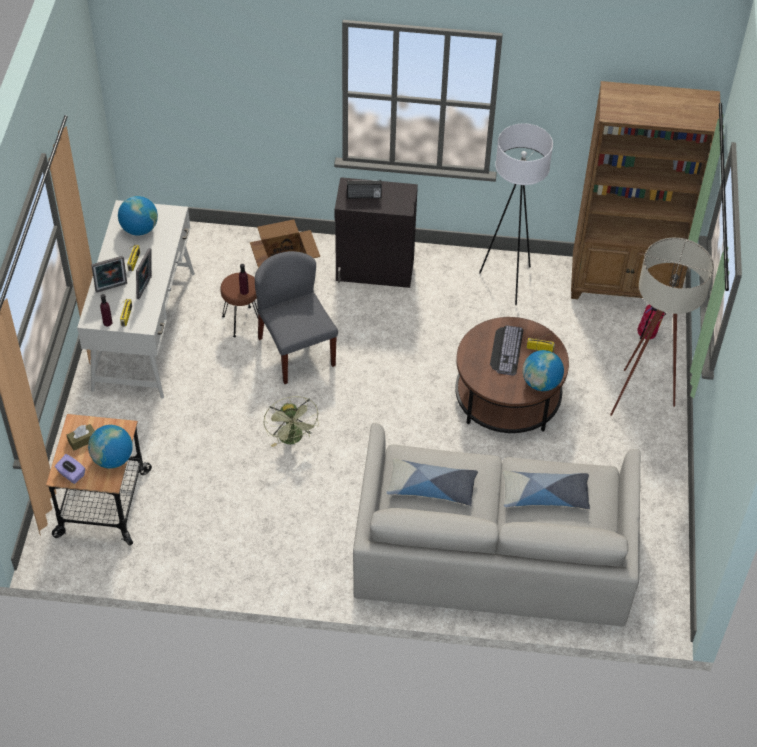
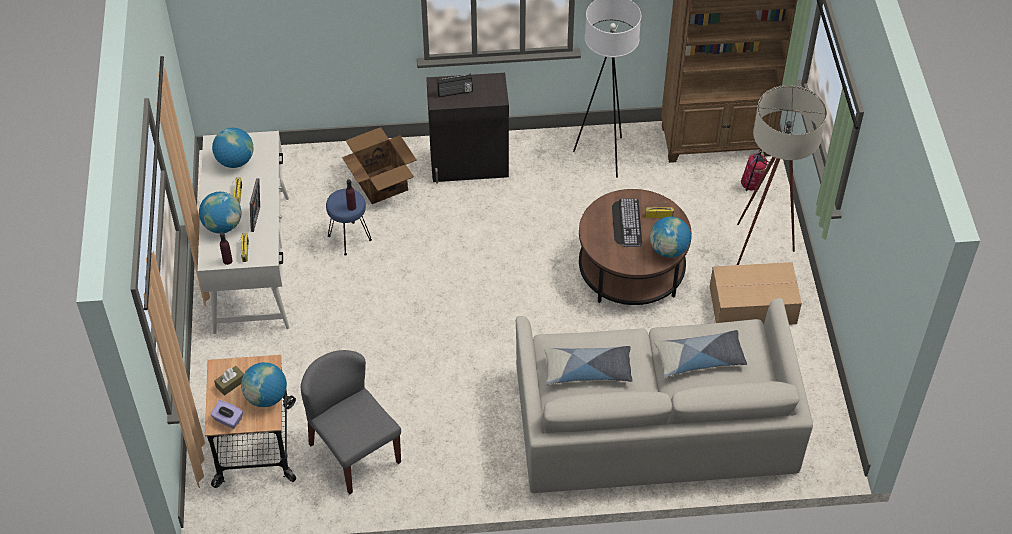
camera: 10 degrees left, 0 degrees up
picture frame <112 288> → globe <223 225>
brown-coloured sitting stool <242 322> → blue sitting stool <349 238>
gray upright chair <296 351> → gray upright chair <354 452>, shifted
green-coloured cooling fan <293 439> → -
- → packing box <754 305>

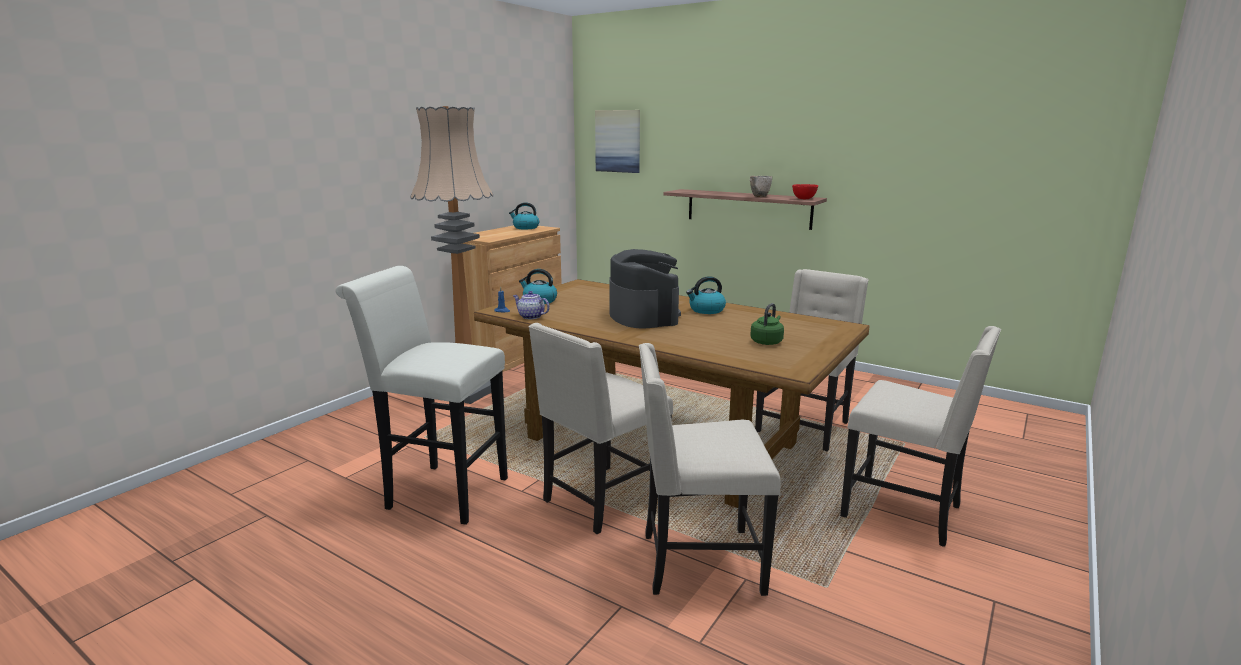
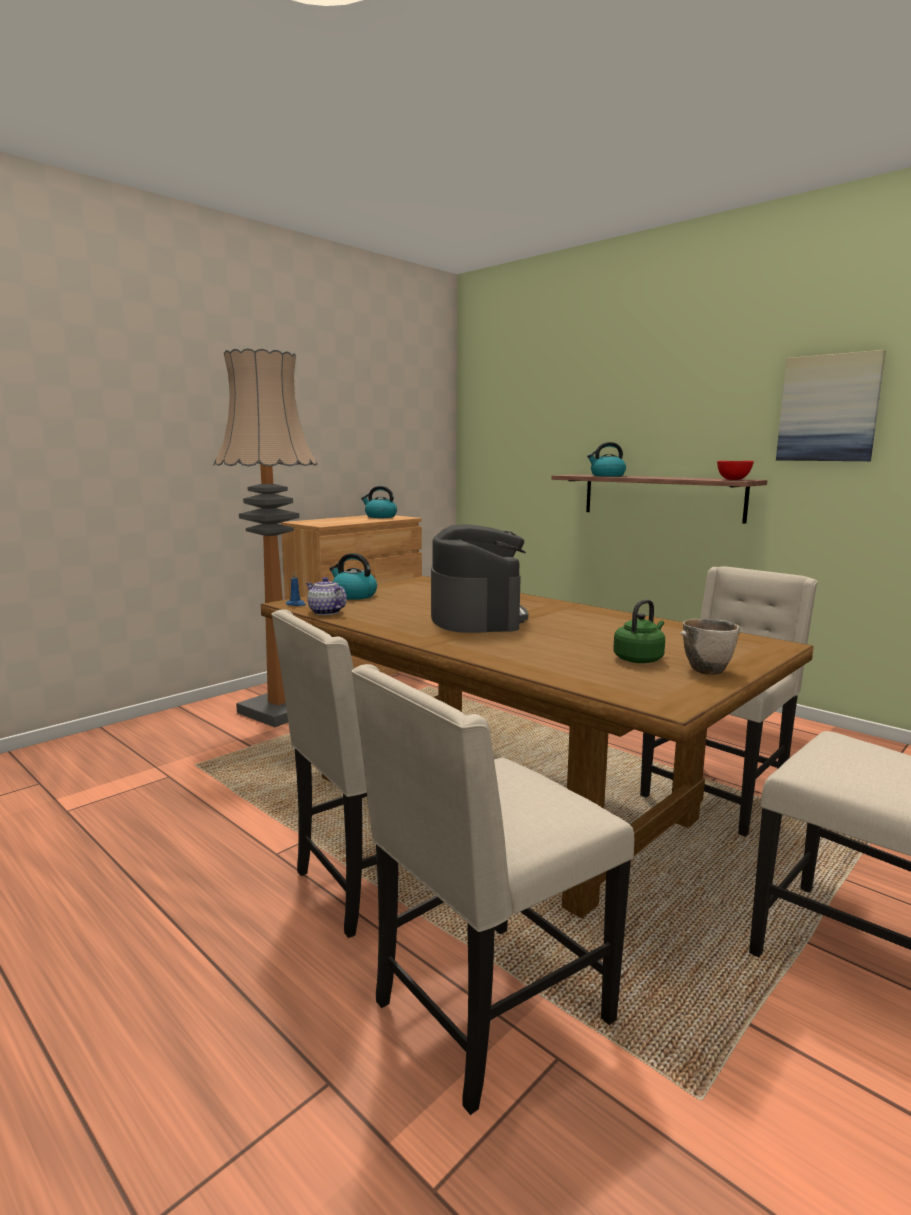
camera: 10 degrees right, 5 degrees down
white sitting stool <440 492> → -
wall picture <618 141> → wall picture <828 408>, shifted
sand-coloured upright chair <698 562> → sand-coloured upright chair <487 1012>, 45 degrees counterclockwise
kettle <706 310> → kettle <607 476>, shifted
bowl <760 196> → bowl <709 671>, shifted

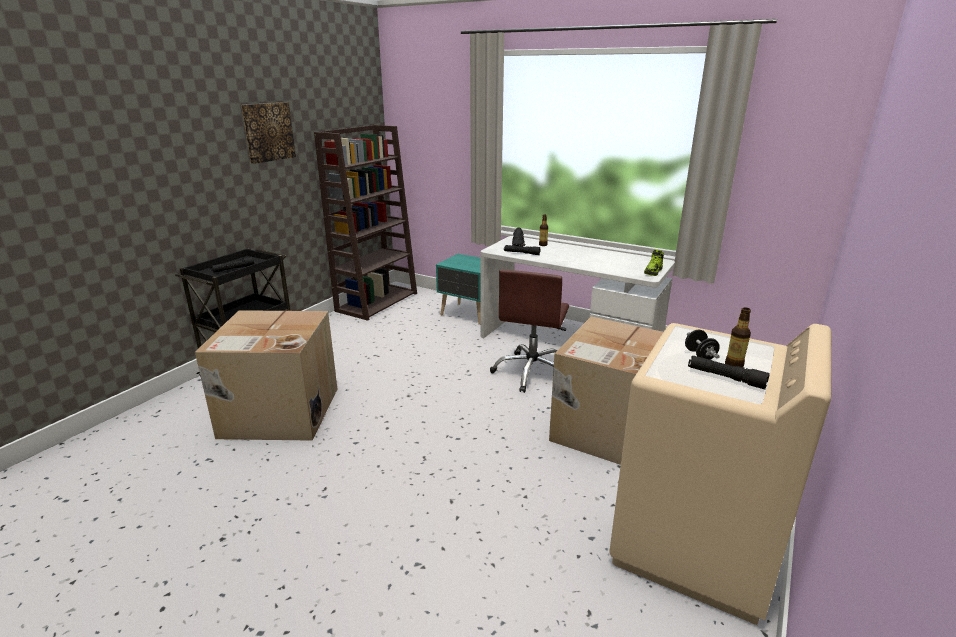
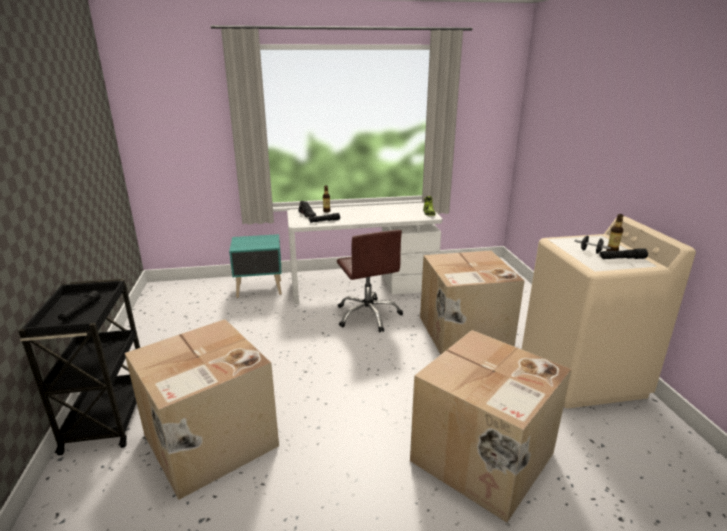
camera: 40 degrees left, 0 degrees up
wall picture <268 132> → -
brown-coloured bookshelf <377 302> → -
- → packing box <483 459>

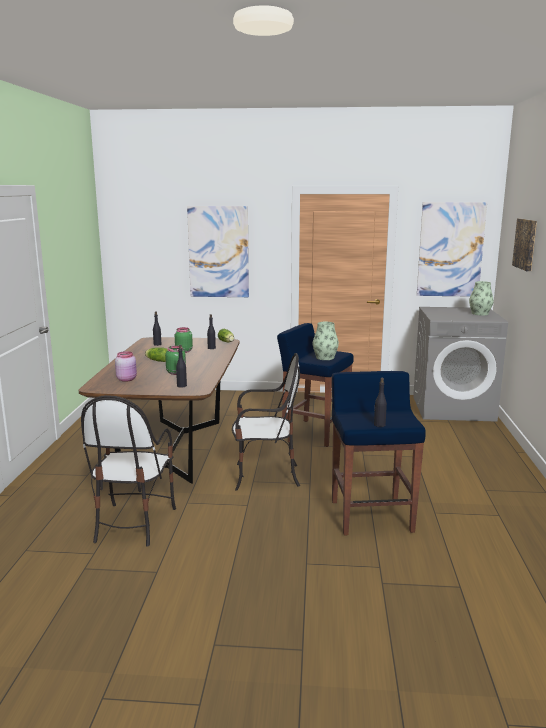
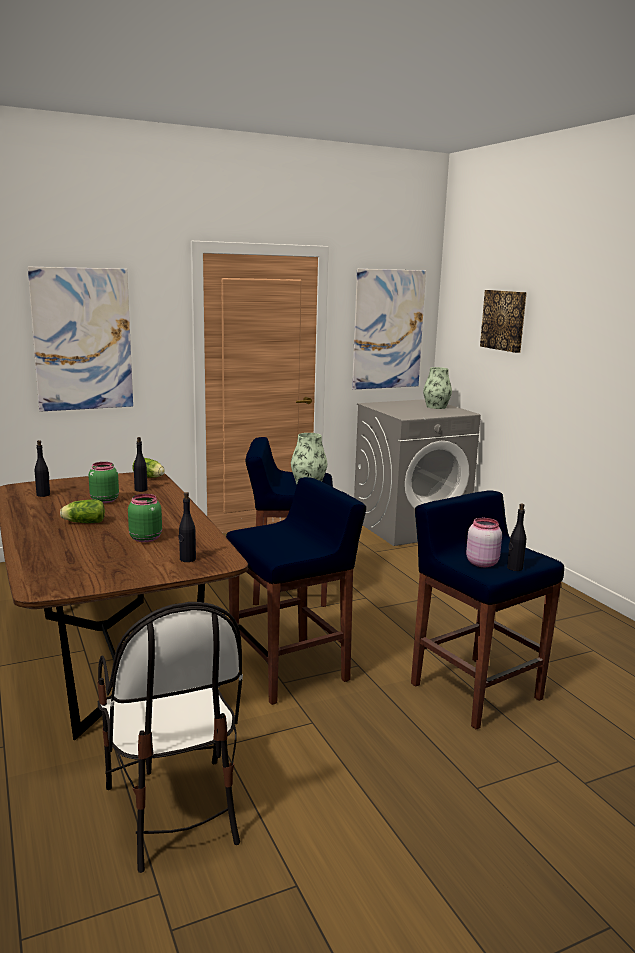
camera: 30 degrees left, 0 degrees up
pink jar <127 379> → pink jar <482 563>, shifted
upright chair <265 476> → blue sitting stool <291 670>

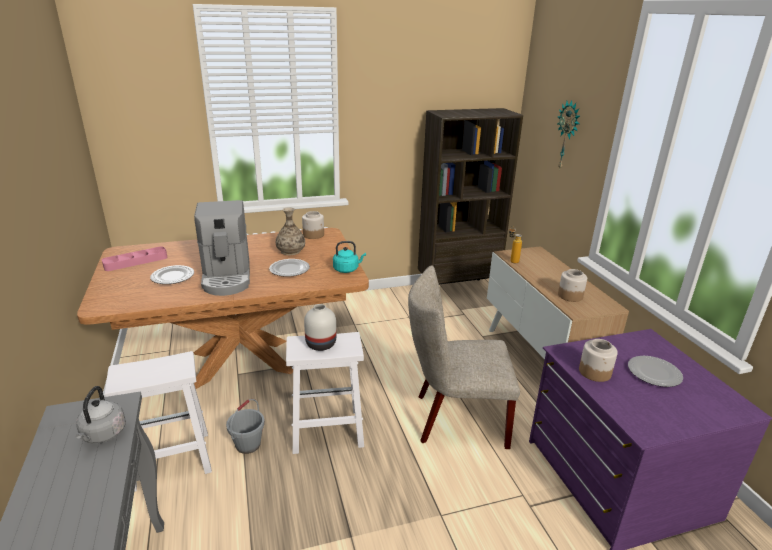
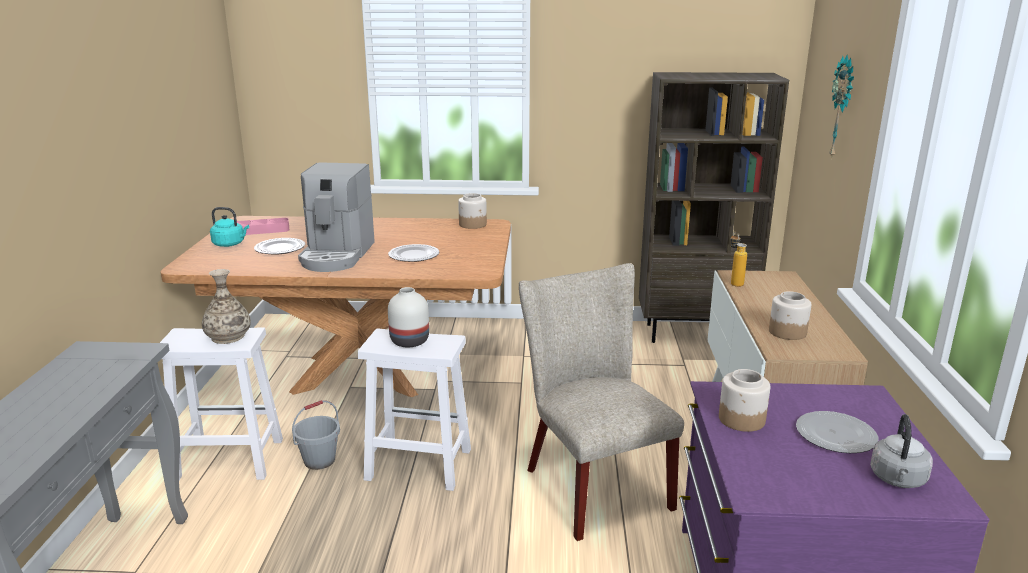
camera: 20 degrees right, 5 degrees down
gray kettle <103 435> → gray kettle <897 480>, shifted
flower vase <291 251> → flower vase <228 337>, shifted
blue-green kettle <347 269> → blue-green kettle <230 244>, shifted
sand-coloured upright chair <454 419> → sand-coloured upright chair <591 484>, 45 degrees clockwise

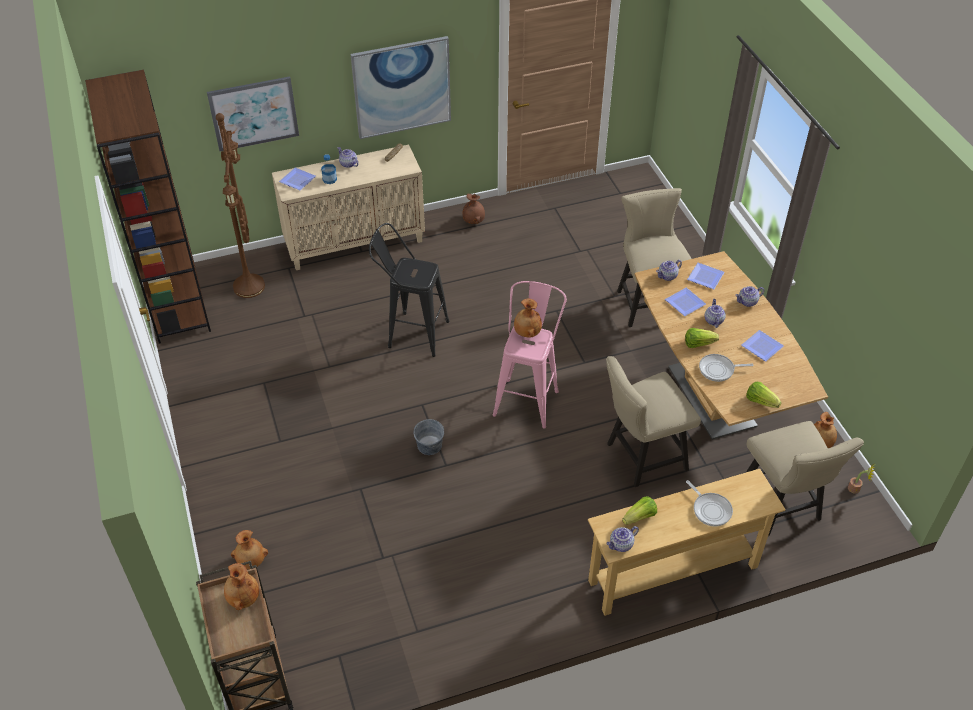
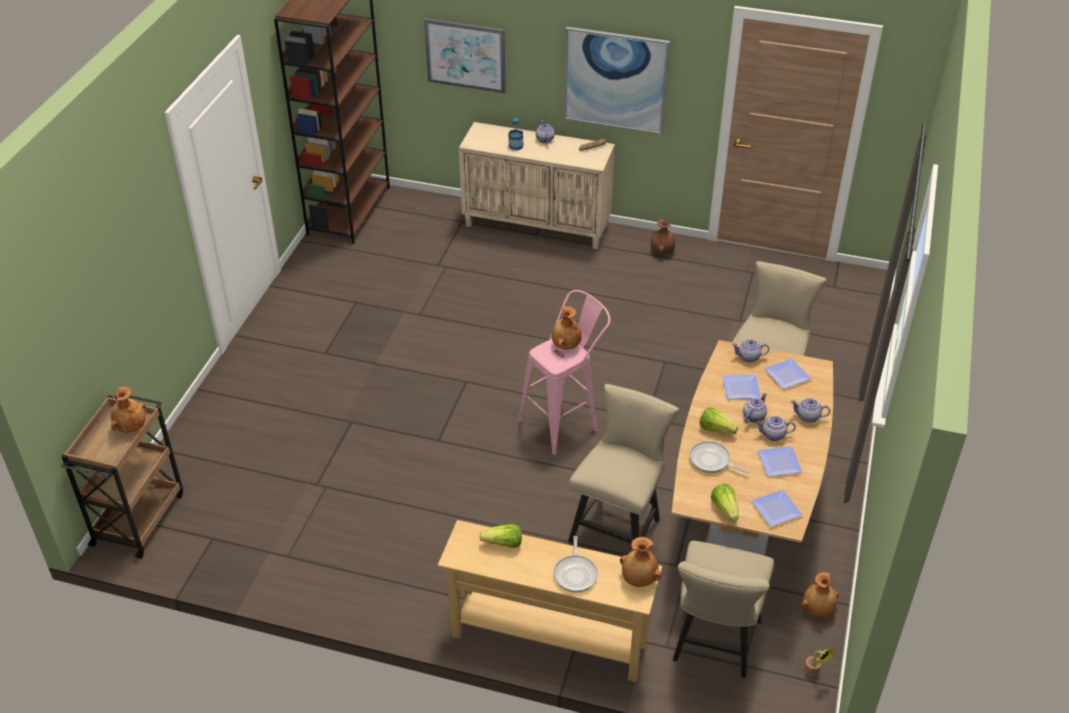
camera: 35 degrees right, 5 degrees down
brown-coloured standing lamp <251 287> → -
brown-coloured flower vase <251 561> → brown-coloured flower vase <639 579>, shifted
flat dish <298 181> → flat dish <775 511>, shifted
black sitting stool <411 332> → -
gray pail <429 445> → -
sand-coloured upright chair <641 458> → sand-coloured upright chair <619 526>, 105 degrees clockwise
teapot <621 545> → teapot <773 435>, shifted

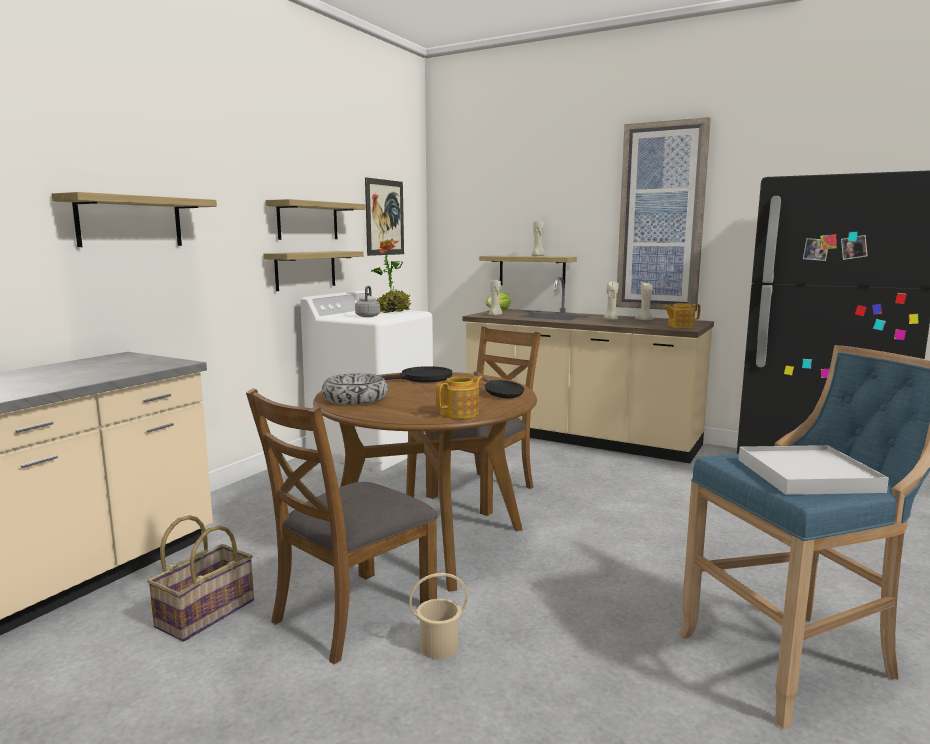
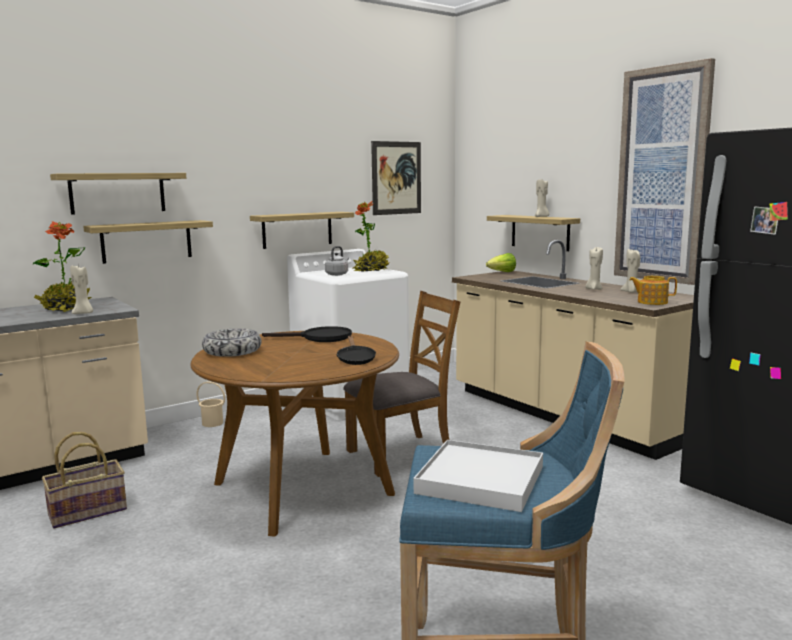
camera: 25 degrees right, 0 degrees up
brown-coloured upright chair <352 614> → -
bracket shelf <308 221> → bracket shelf <147 241>, shifted
sand-coloured pail <439 647> → sand-coloured pail <212 423>, shifted
teapot <460 413> → -
sand-coloured wax candle <495 315> → sand-coloured wax candle <83 313>, shifted
- → potted plant <65 309>

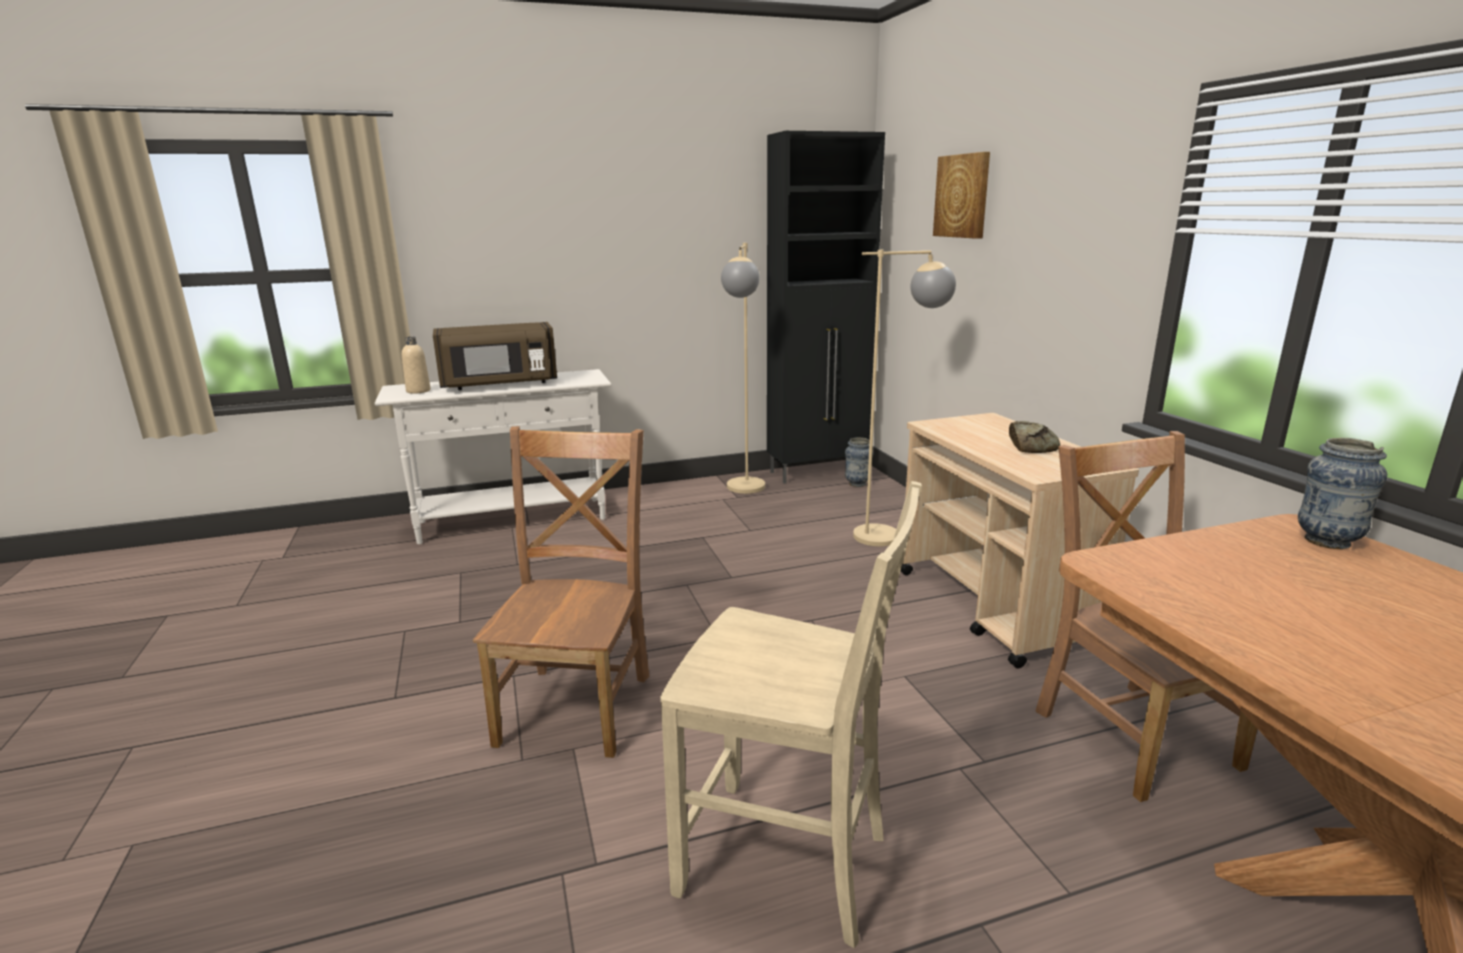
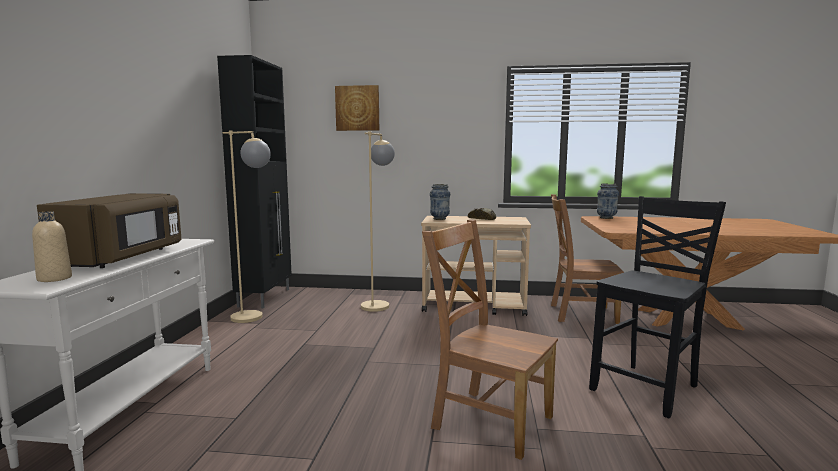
camera: 65 degrees left, 10 degrees down
sand-coloured upright chair <787 864> → black upright chair <648 388>
flower vase <857 484> → flower vase <439 219>, shifted

